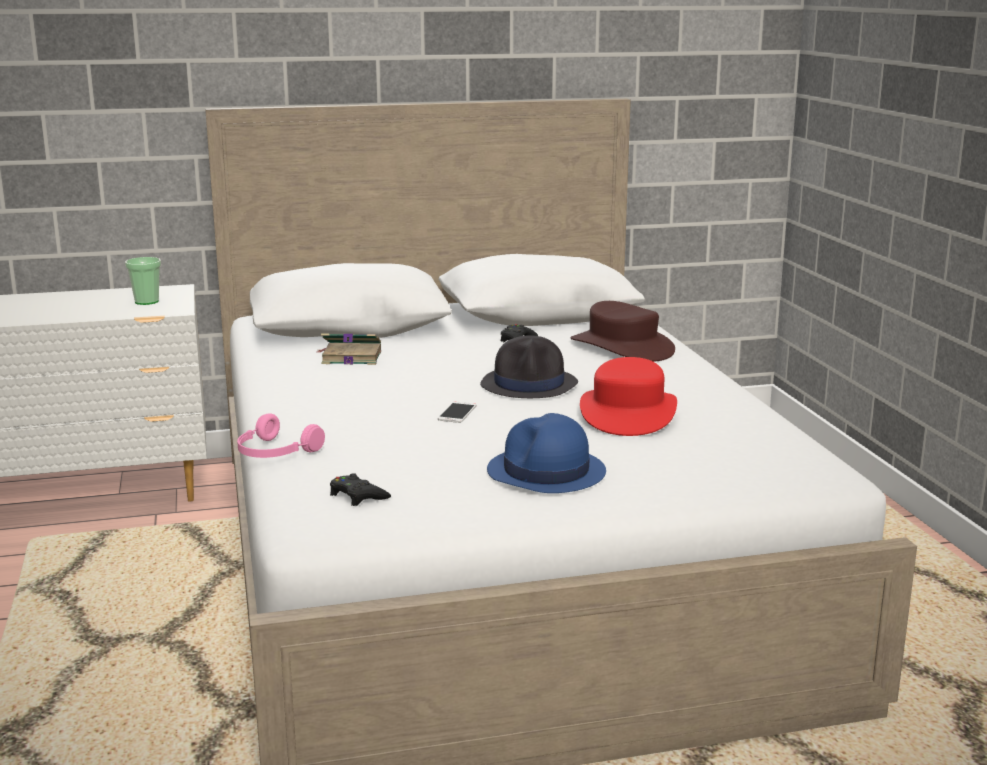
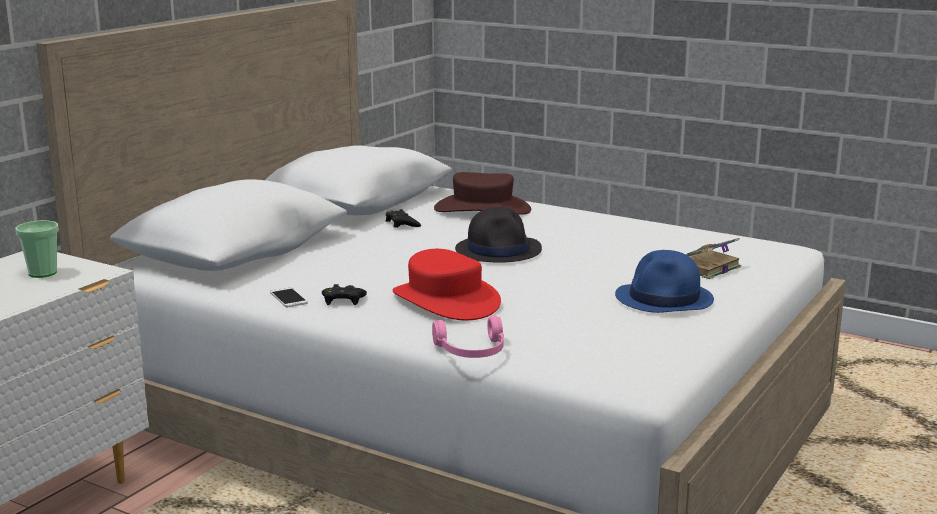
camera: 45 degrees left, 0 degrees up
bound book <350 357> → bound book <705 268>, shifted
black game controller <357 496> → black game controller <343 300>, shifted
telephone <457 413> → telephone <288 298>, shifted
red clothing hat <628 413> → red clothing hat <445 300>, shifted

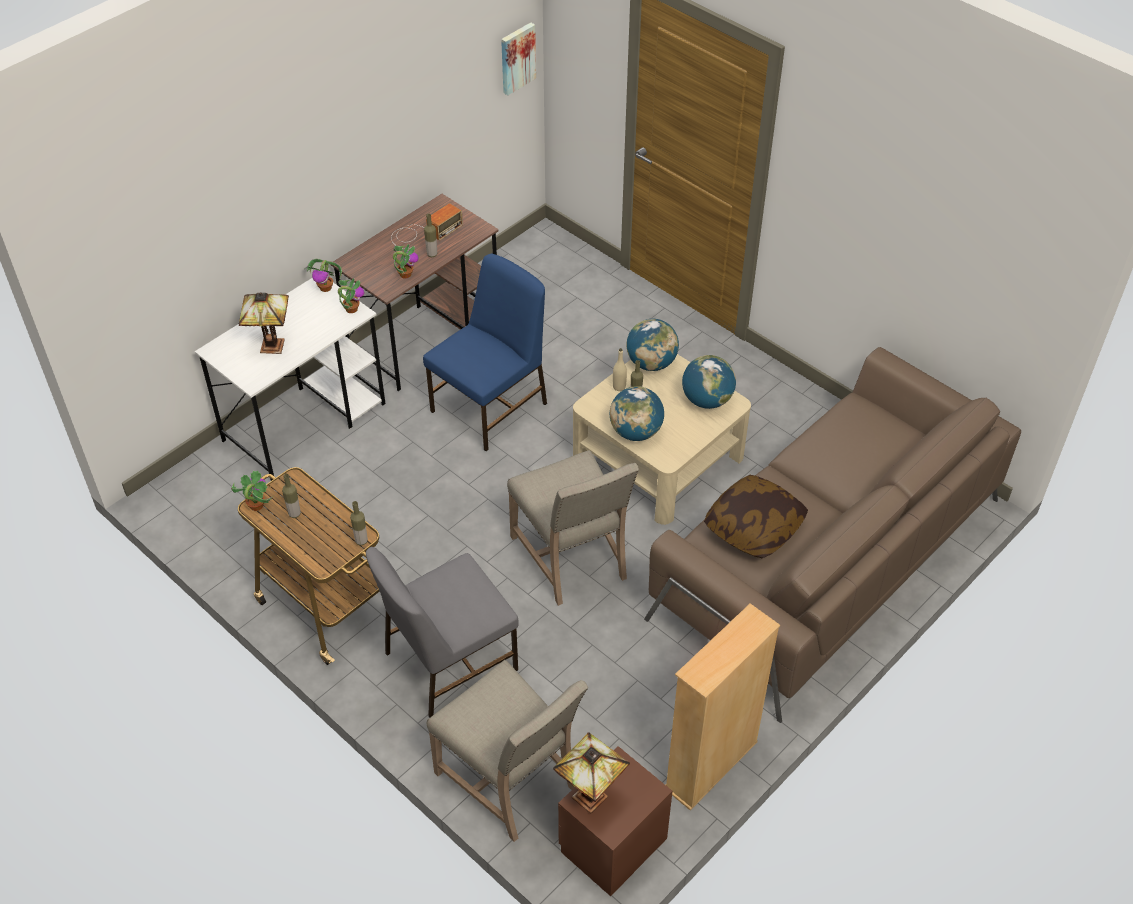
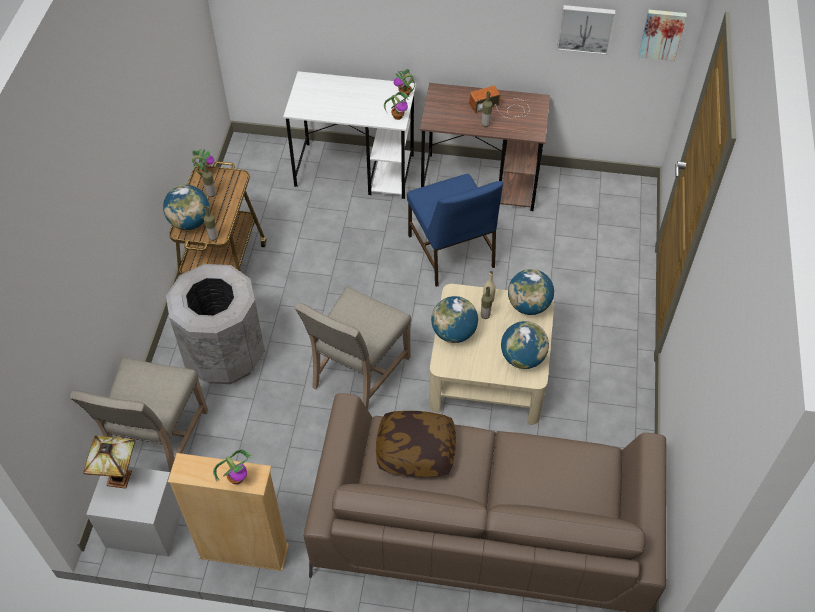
camera: 55 degrees right, 5 degrees up
table lamp <270 347> → -
gray upright chair <448 662> → gray trash can <224 355>
radio <423 233> → radio <501 108>, 150 degrees clockwise
potted plant <405 274> → potted plant <237 478>, shifted
blue upright chair <491 406> → blue upright chair <451 253>, 60 degrees clockwise
brown-coloured nightstand <613 844> → gray nightstand <144 527>
- → globe <190 222>
- → wall picture <585 28>

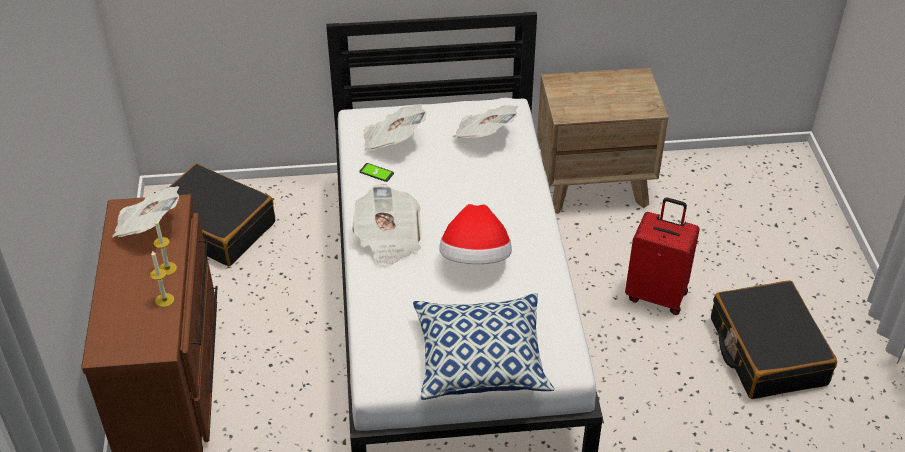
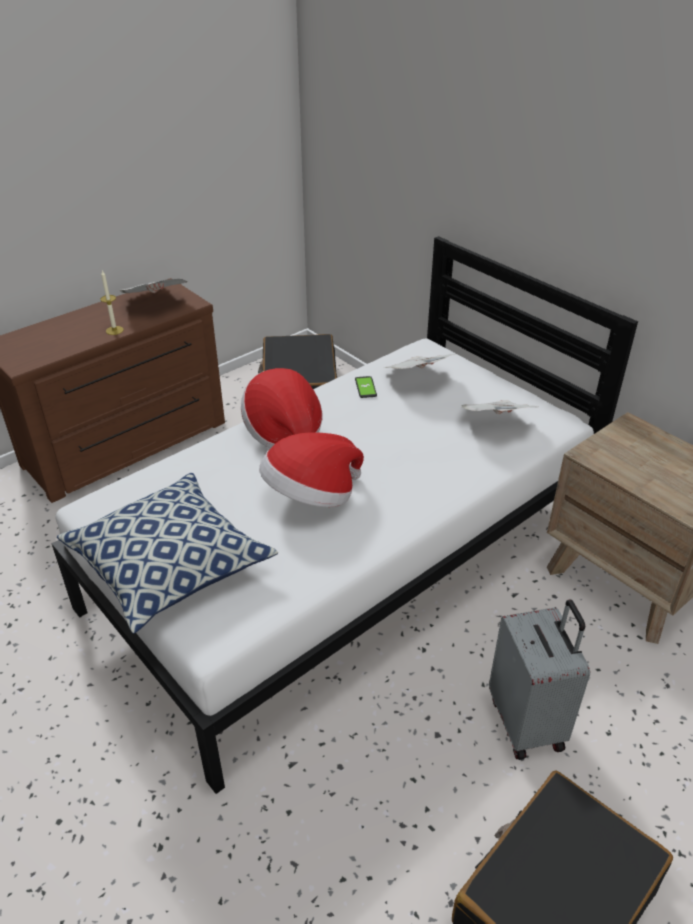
camera: 55 degrees right, 5 degrees down
wax candle <164 300> → -
newspaper <388 240> → clothing hat <284 432>
red suitcase <657 295> → gray suitcase <528 722>

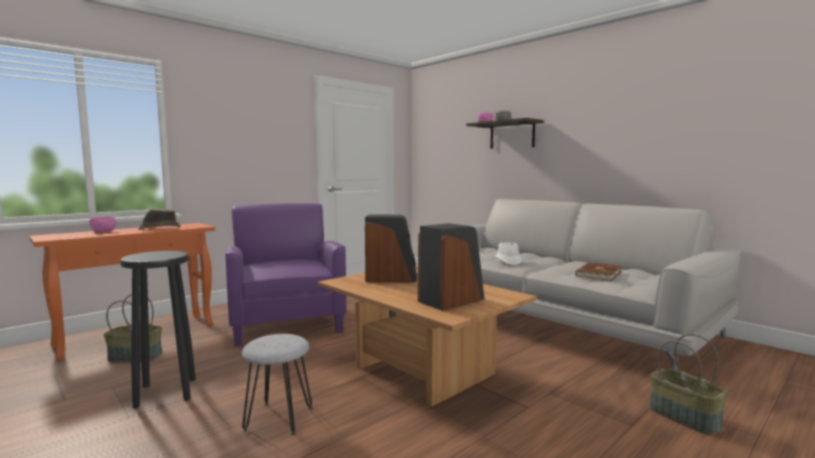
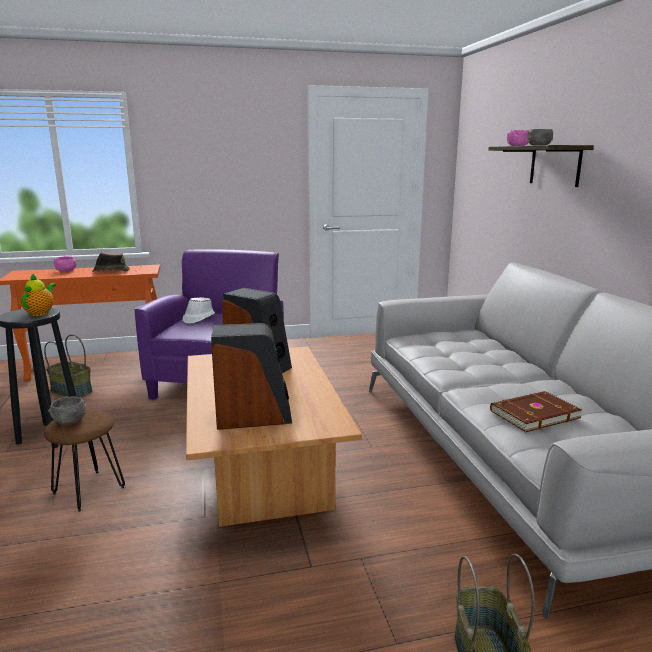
camera: 30 degrees right, 10 degrees up
gray sitting stool <279 418> → brown-coloured sitting stool <89 490>
white clothing hat <507 261> → white clothing hat <198 318>, shifted
- → teapot <41 313>
- → gray bowl <69 420>

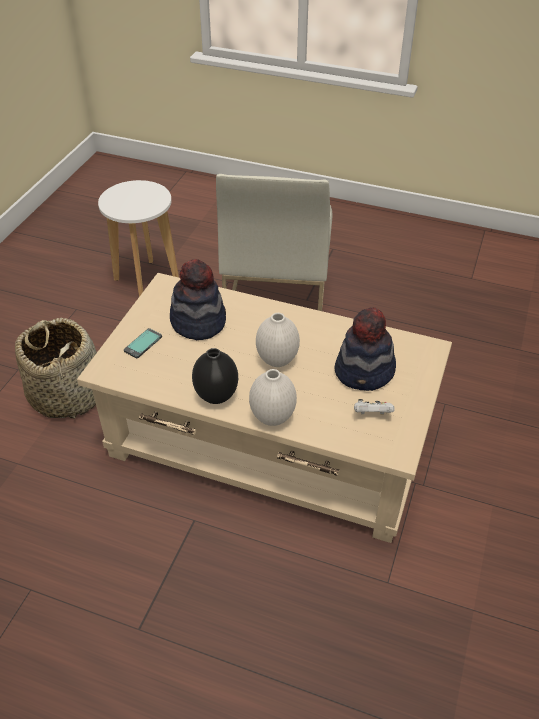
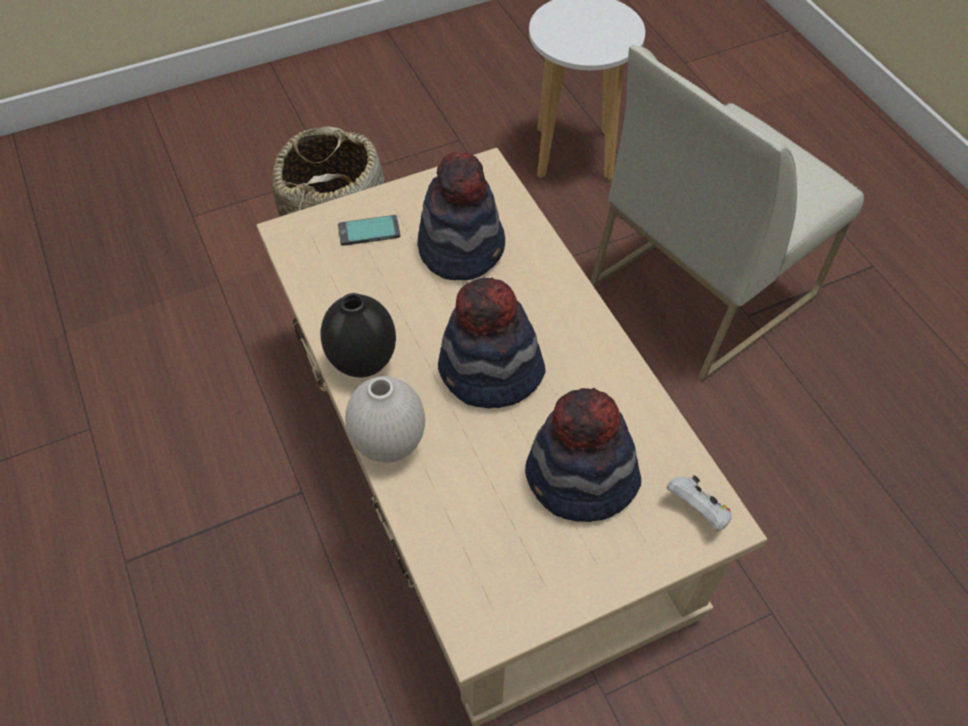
camera: 45 degrees right, 10 degrees up
white flower vase <278 360> → clothing hat <490 373>
white game controller <372 415> → white game controller <698 511>, shifted

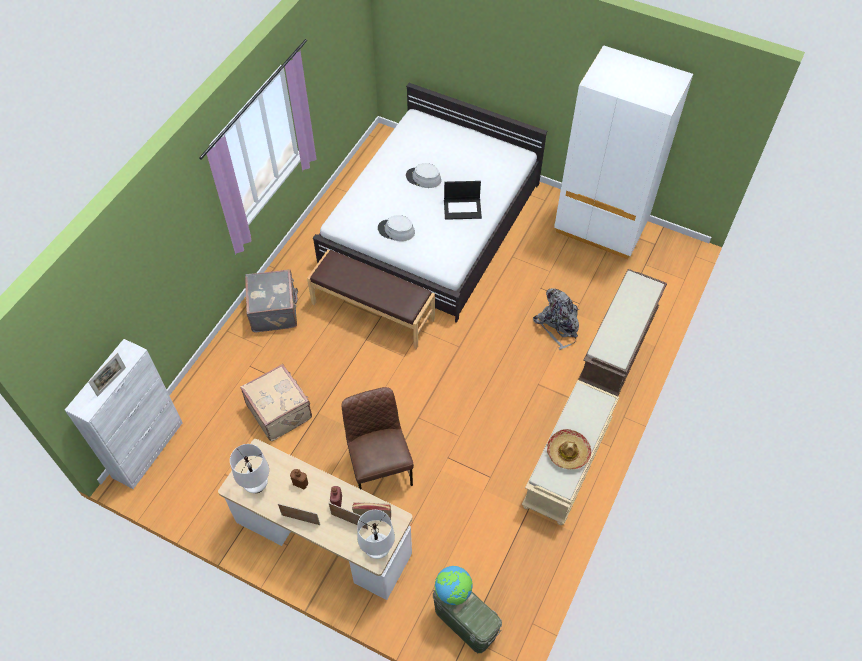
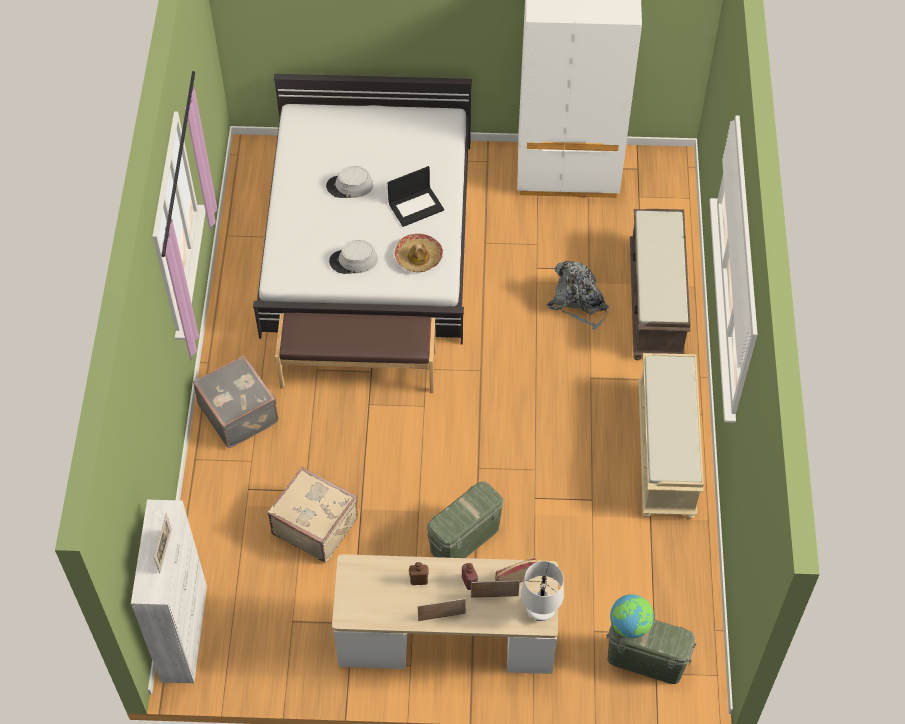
camera: 25 degrees left, 0 degrees up
white table lamp <256 485> → -
brown-coloured upright chair <379 466> → green-coloured storage bin <464 538>
clothing hat <568 452> → clothing hat <418 257>, shifted

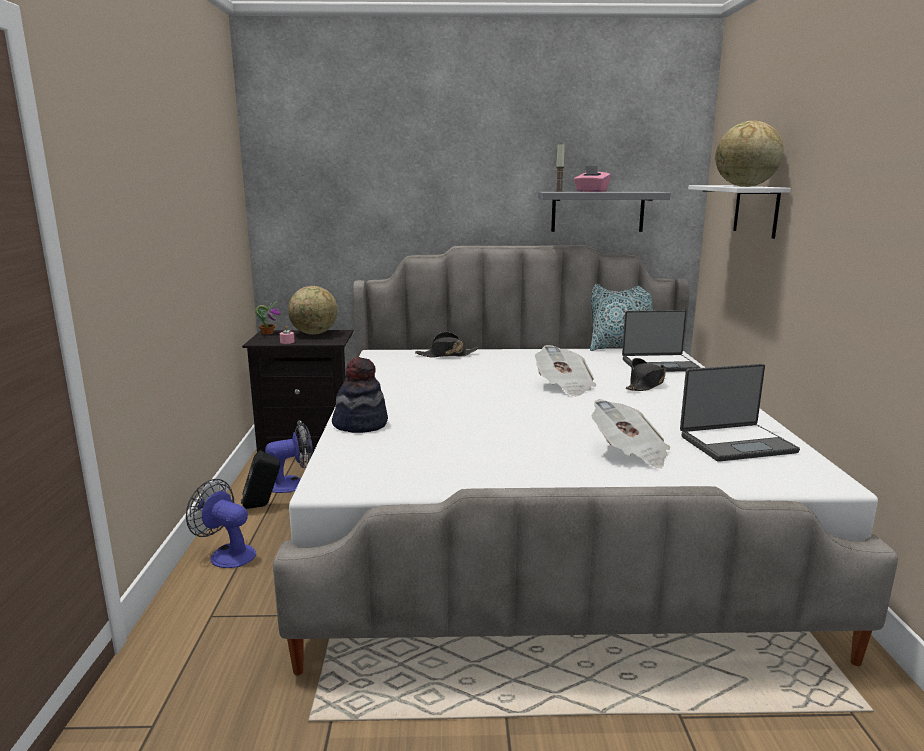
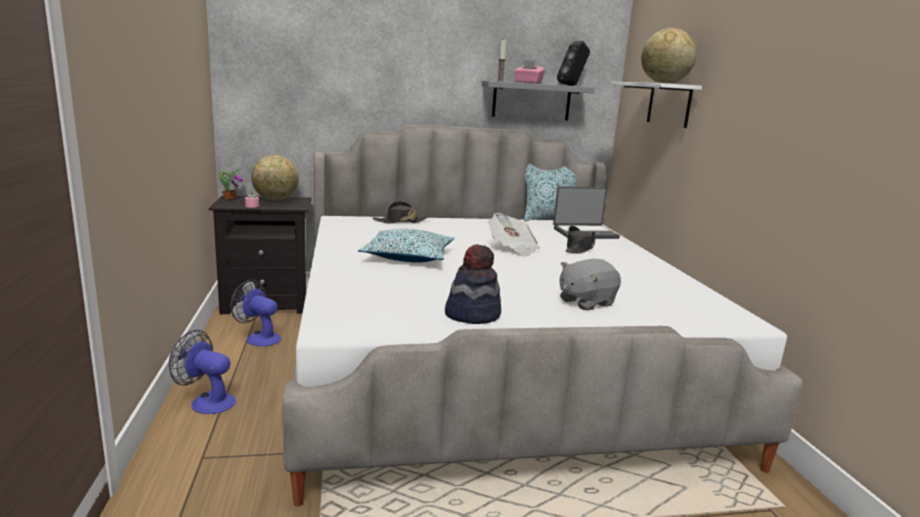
camera: 10 degrees left, 0 degrees up
black audio speaker <262 506> → black audio speaker <572 85>, shifted
cooling fan <292 484> → cooling fan <259 337>, 120 degrees counterclockwise
clothing hat <360 424> → clothing hat <472 314>, shifted
newspaper <630 453> → gray soft toy <585 302>
notebook computer <736 443> → -
- → cushion <408 257>

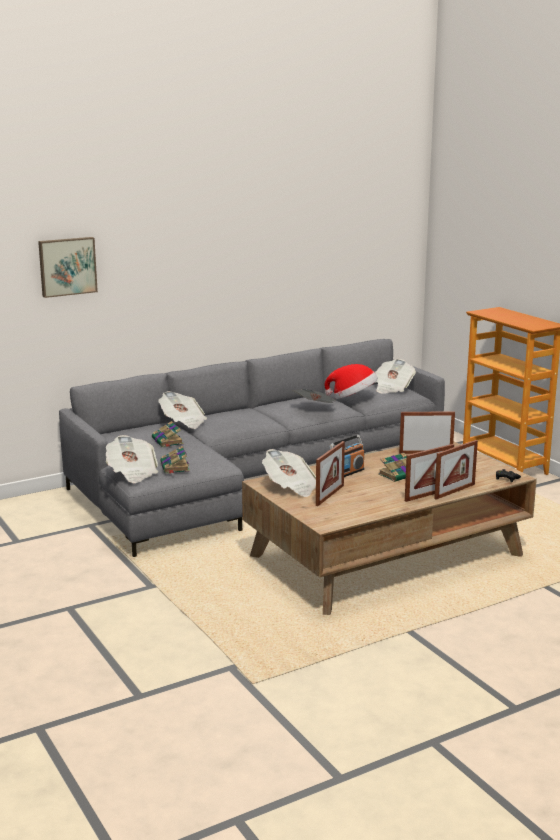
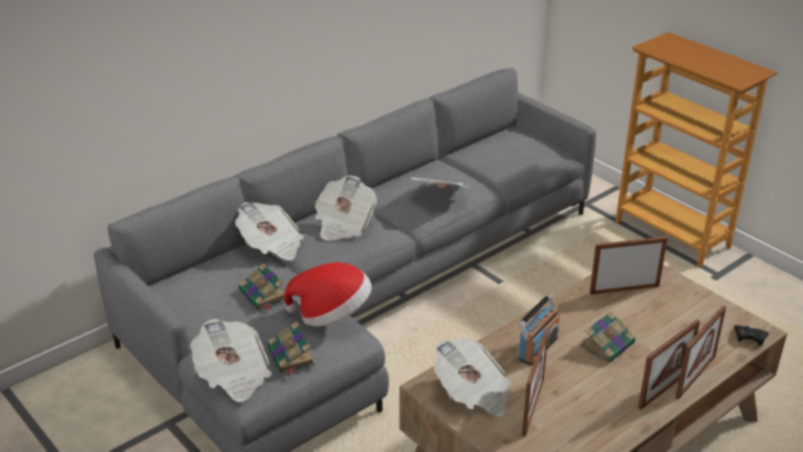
camera: 10 degrees left, 15 degrees up
wall picture <67 266> → -
clothing hat <352 398> → clothing hat <332 314>, shifted
newspaper <392 388> → newspaper <343 224>, shifted

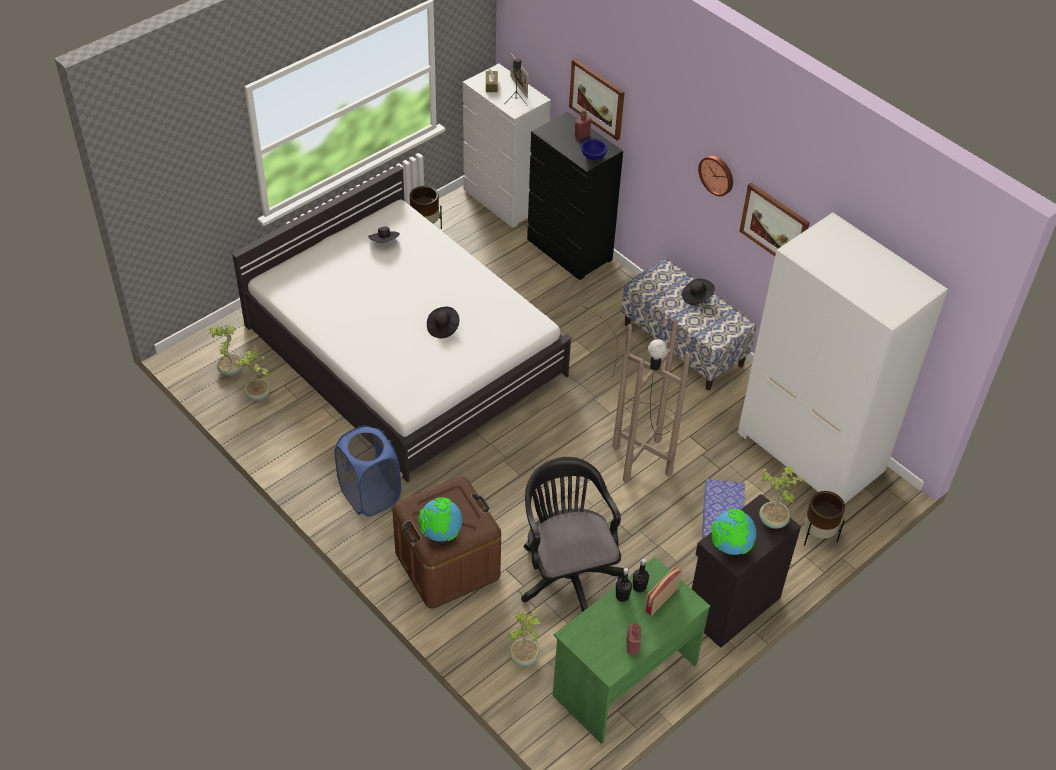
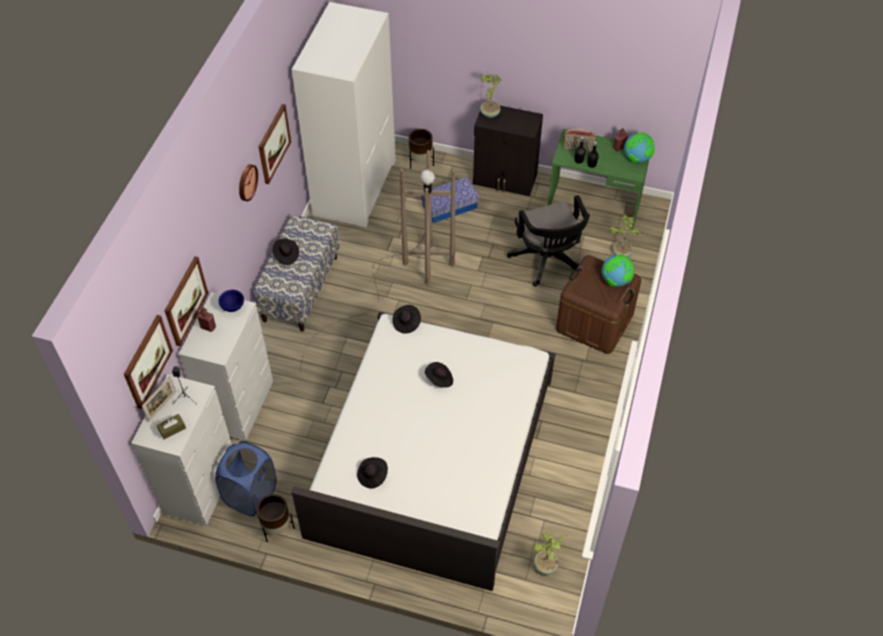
camera: 120 degrees left, 5 degrees up
potted plant <258 395> → -
blue hamper <370 495> → blue hamper <251 495>, shifted
black office chair <566 573> → black office chair <548 261>, 60 degrees counterclockwise
black dresser <569 251> → white dresser <239 405>
globe <730 546> → globe <637 159>, shifted
- → wall picture <147 361>
- → black clothing hat <406 323>

